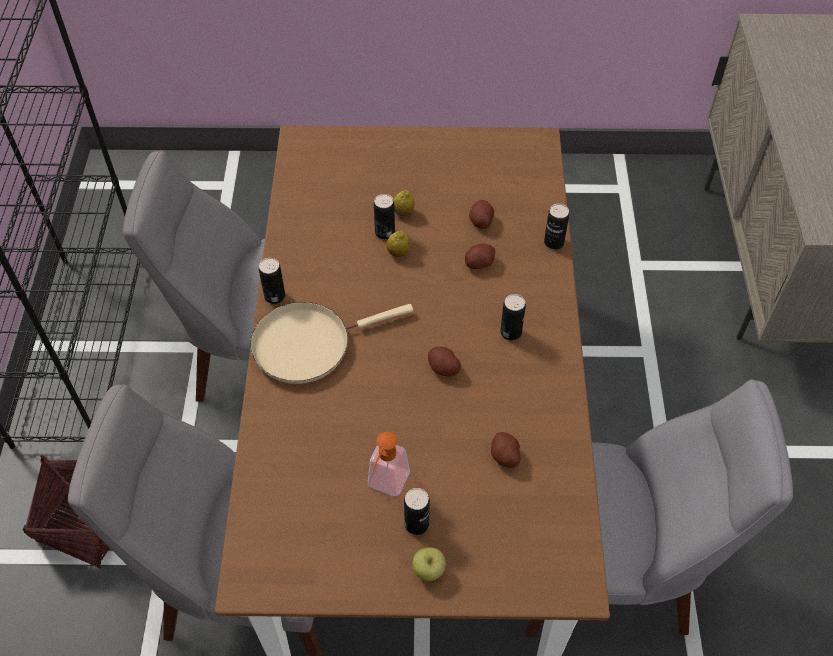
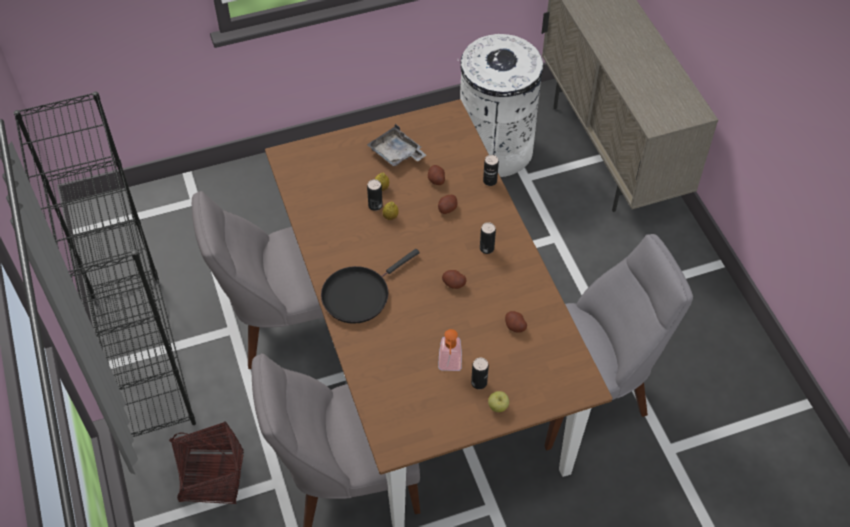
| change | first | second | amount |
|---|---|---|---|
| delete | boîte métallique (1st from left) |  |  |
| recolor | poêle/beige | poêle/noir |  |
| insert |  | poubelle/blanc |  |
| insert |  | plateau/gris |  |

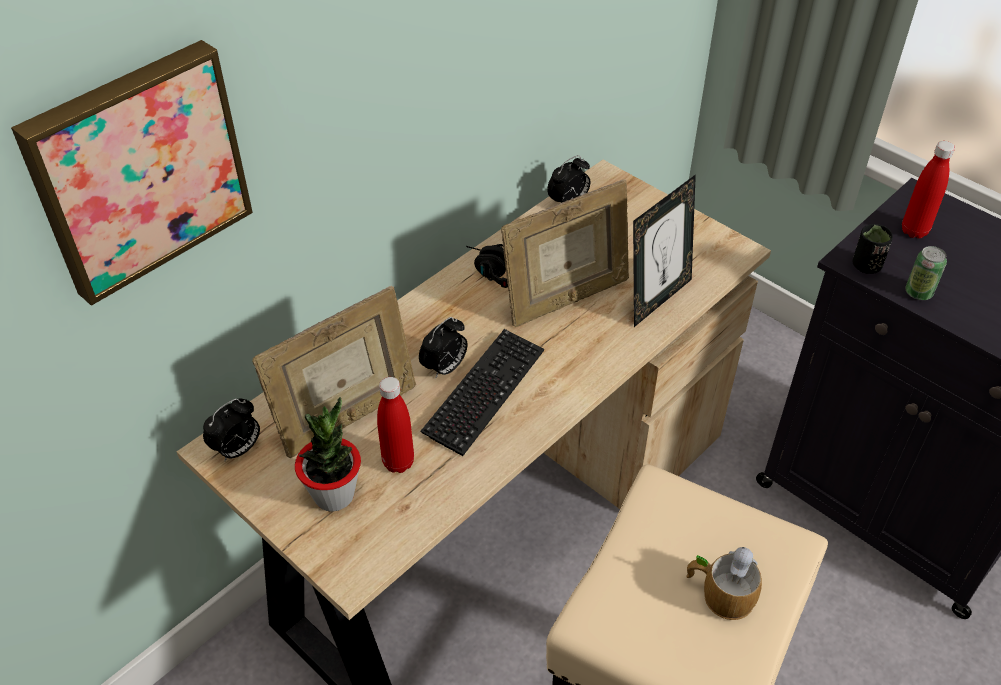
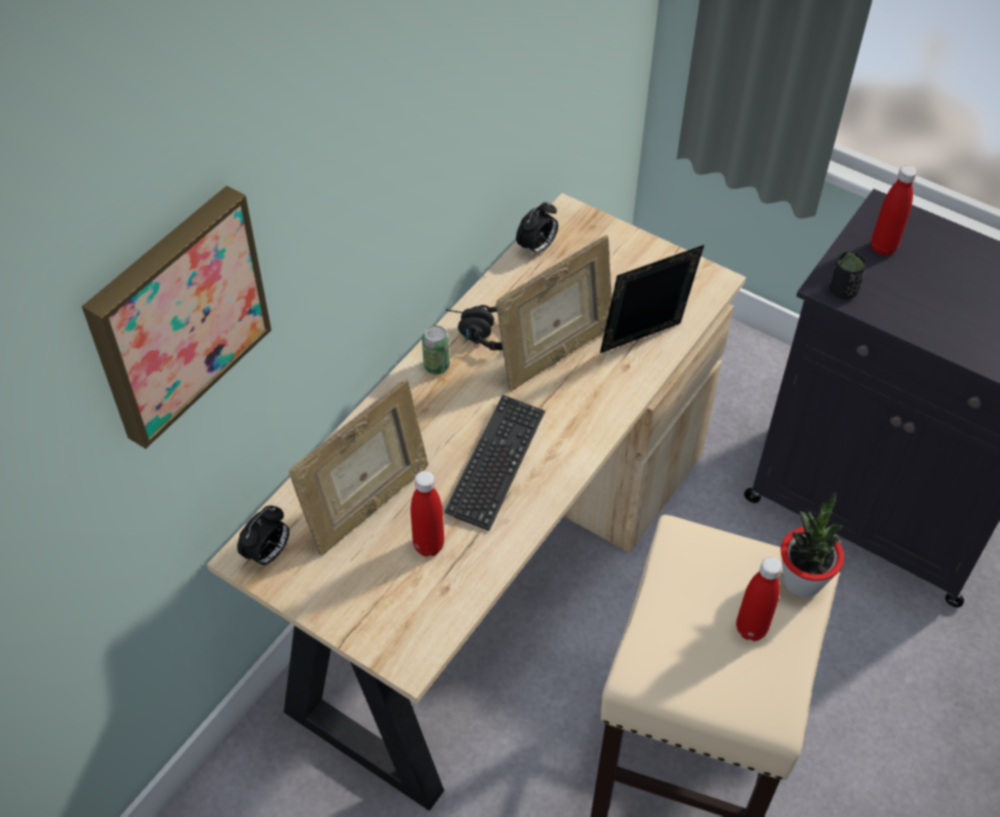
| change | first | second | amount |
|---|---|---|---|
| rotate | cadre photo (3rd from left) |  | 150 degrees counterclockwise |
| move | boîte métallique |  |  |
| delete | réveil (2nd from left) |  |  |
| move | plante en pot |  |  |
| replace | mug | bouteille/rouge (2nd from left) |  |

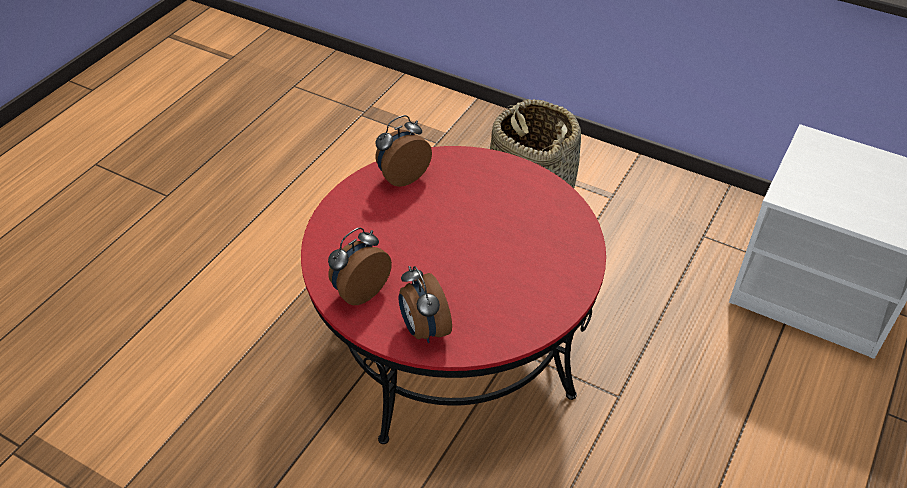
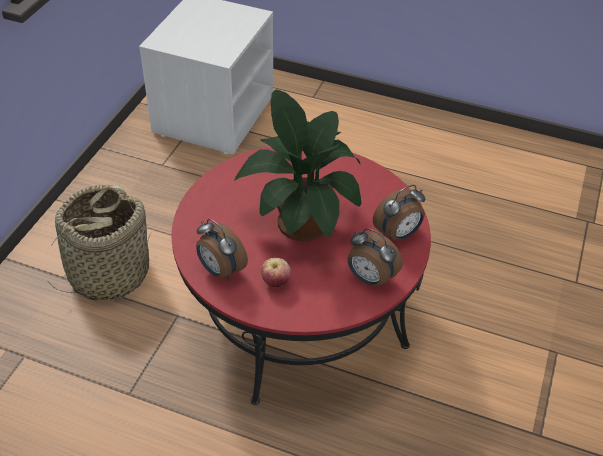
| change | first | second | amount |
|---|---|---|---|
| insert |  | plante en pot |  |
| insert |  | pomme |  |

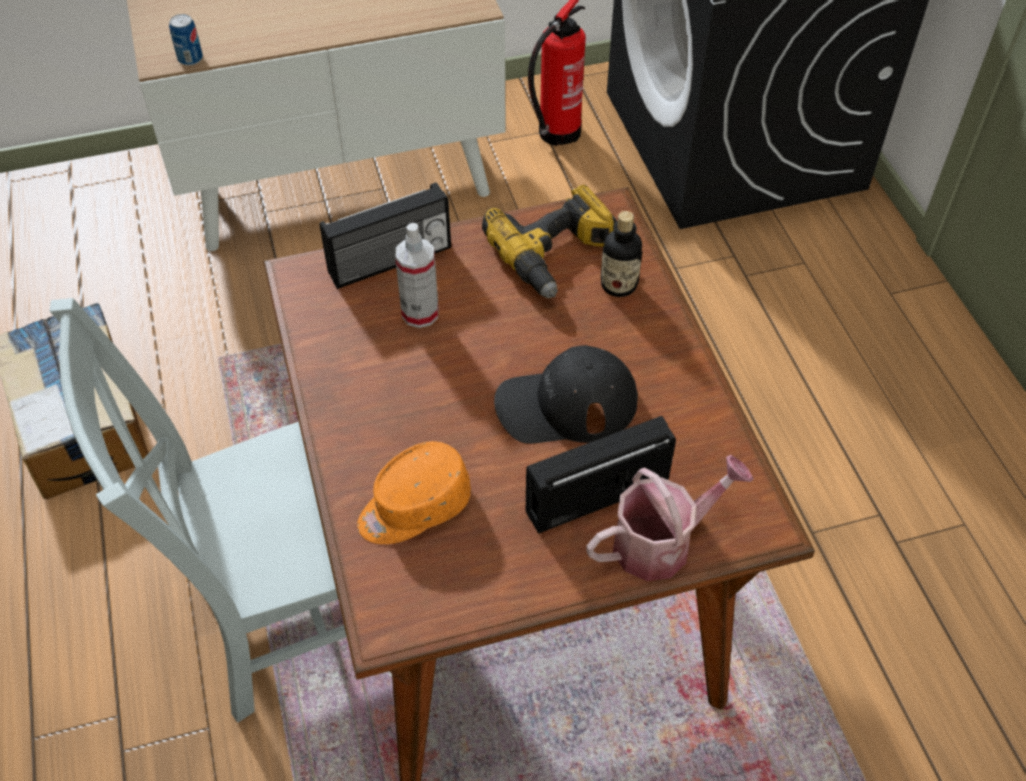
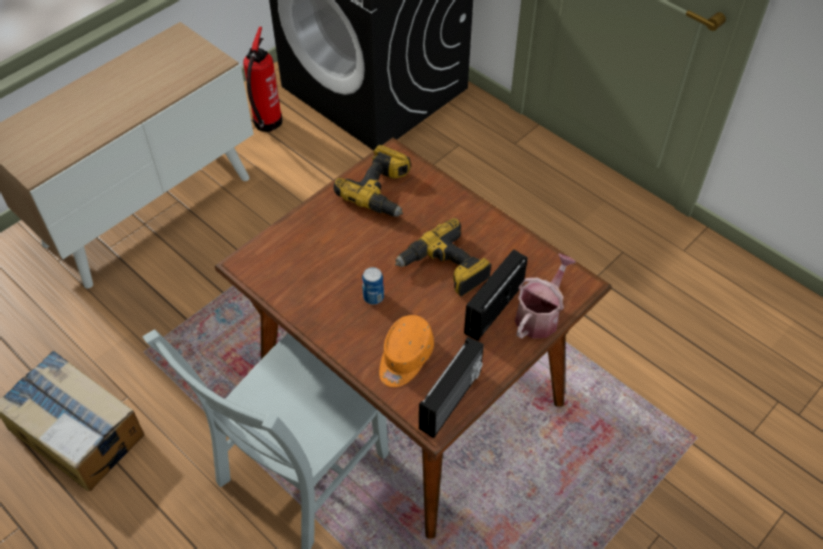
| change | first | second | amount |
|---|---|---|---|
| move | boîte métallique |  |  |
| move | radio (1st from left) |  |  |
| delete | bouteille |  |  |
| delete | vaporisateur |  |  |
| replace | casquette/noir | perceuse (2nd from left) |  |

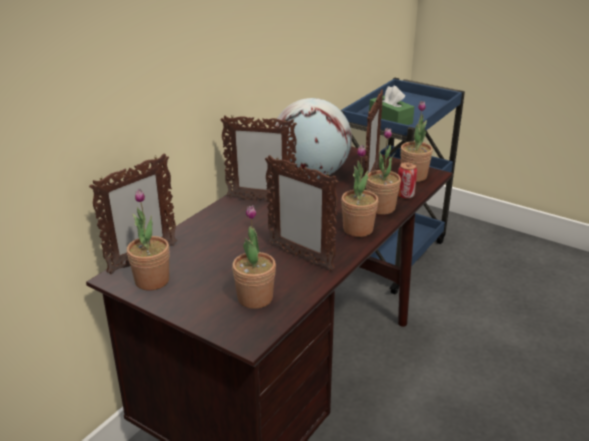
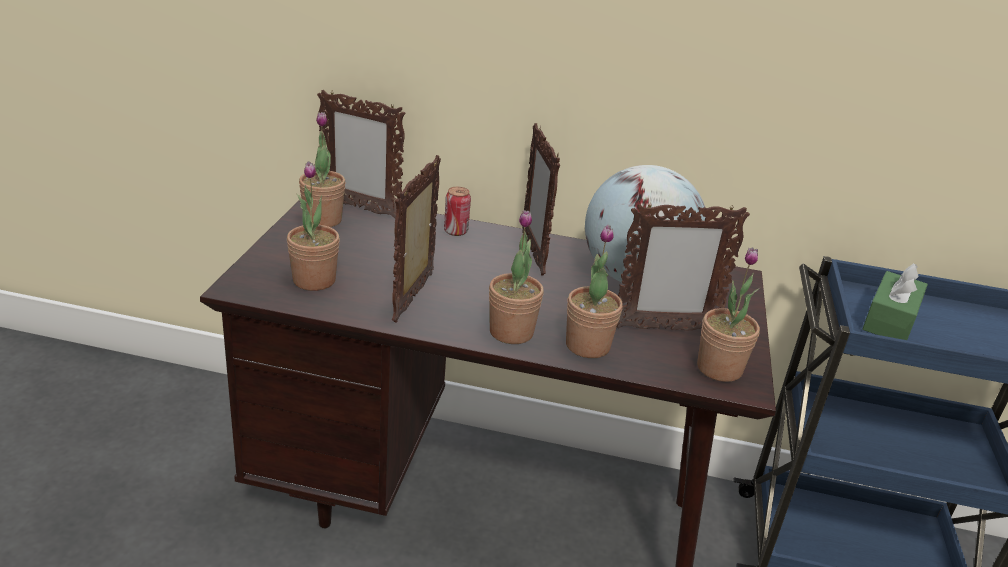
| change | first | second | amount |
|---|---|---|---|
| move | boîte métallique |  |  |

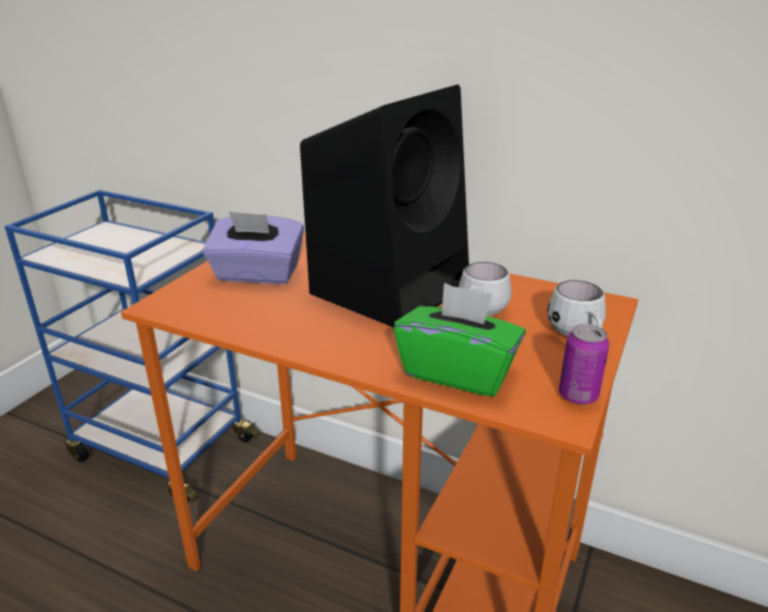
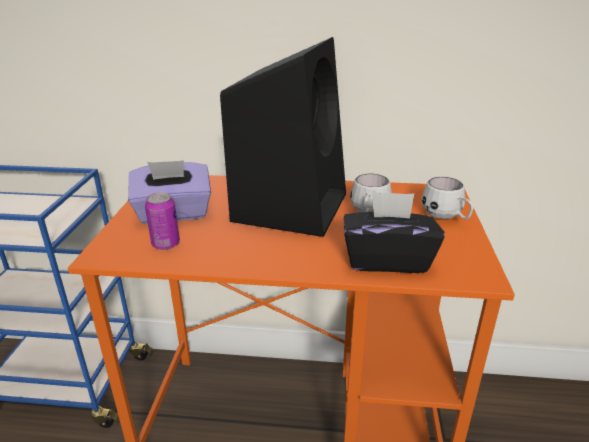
| change | first | second | amount |
|---|---|---|---|
| recolor | boîte à mouchoirs/vert | boîte à mouchoirs/noir |  |
| move | boîte métallique |  |  |

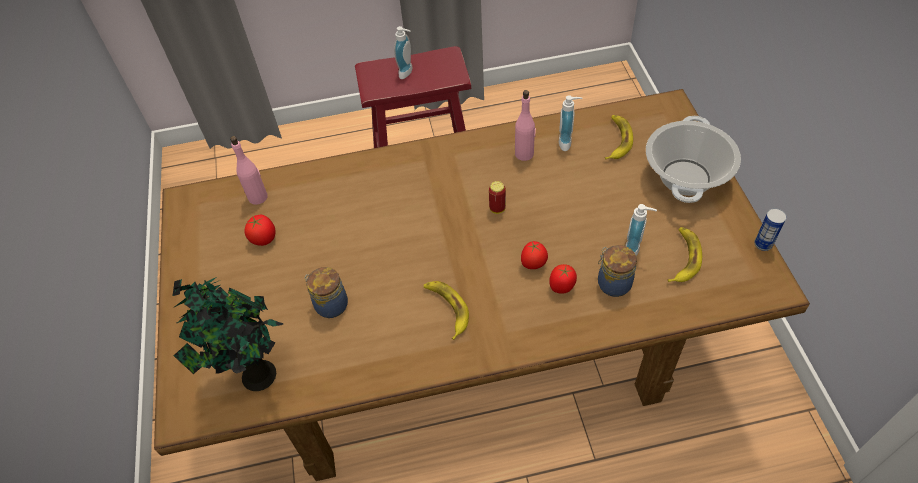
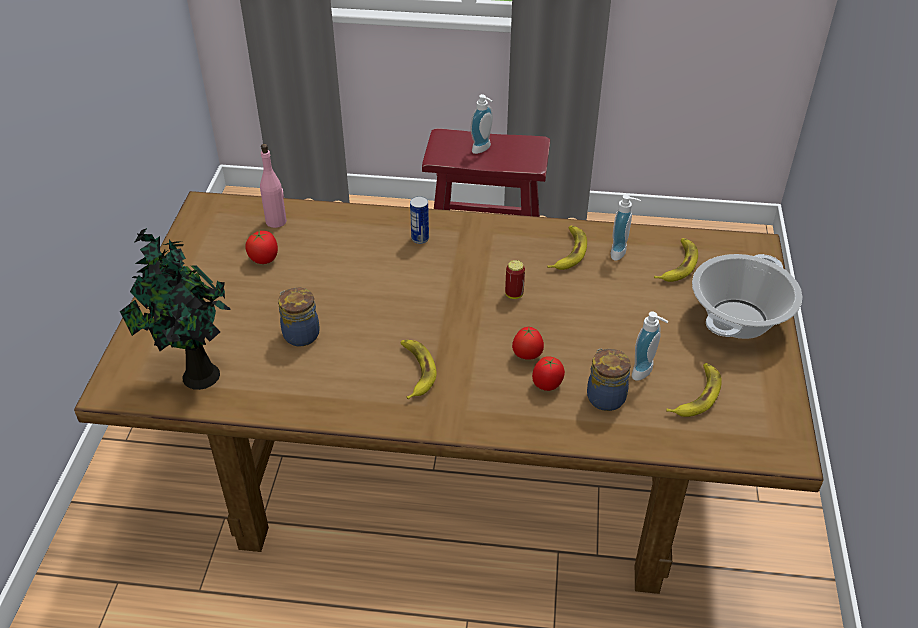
| change | first | second | amount |
|---|---|---|---|
| replace | bouteille/rose (2nd from left) | banane (2nd from left) |  |
| move | boîte métallique (2nd from left in the first image) | boîte métallique (1st from left) |  |

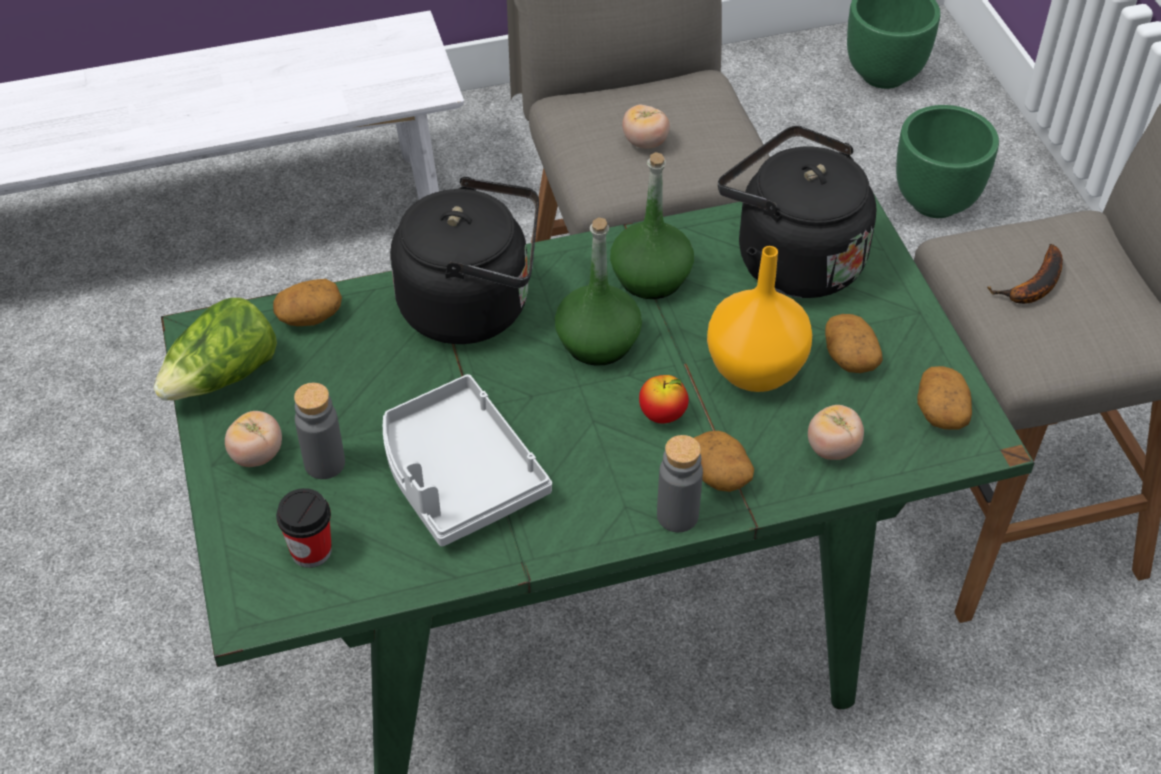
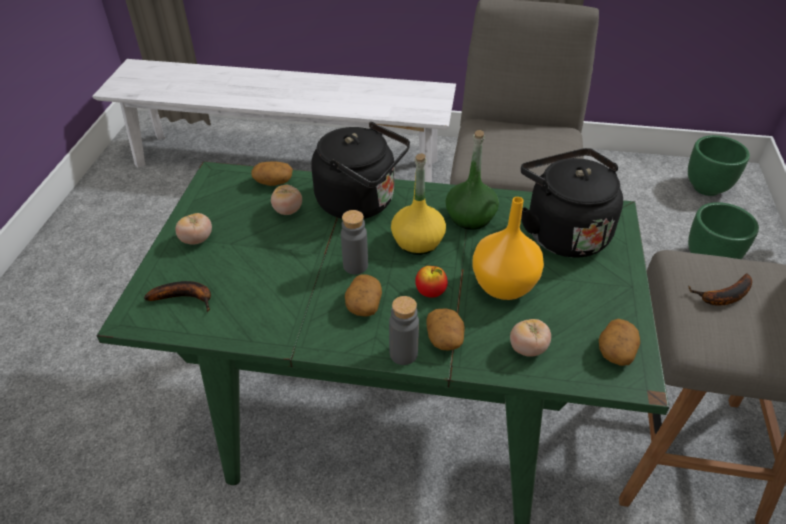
| change | first | second | amount |
|---|---|---|---|
| move | tomate (2nd from left) |  |  |
| recolor | bouteille/vert (1st from left) | bouteille/jaune |  |
| delete | laitue |  |  |
| move | pomme de terre (3rd from left in the first image) | pomme de terre (2nd from left) |  |
| delete | plateau/gris |  |  |
| move | bouteille/gris (1st from left) |  |  |
| replace | tasse | banane (1st from left) |  |

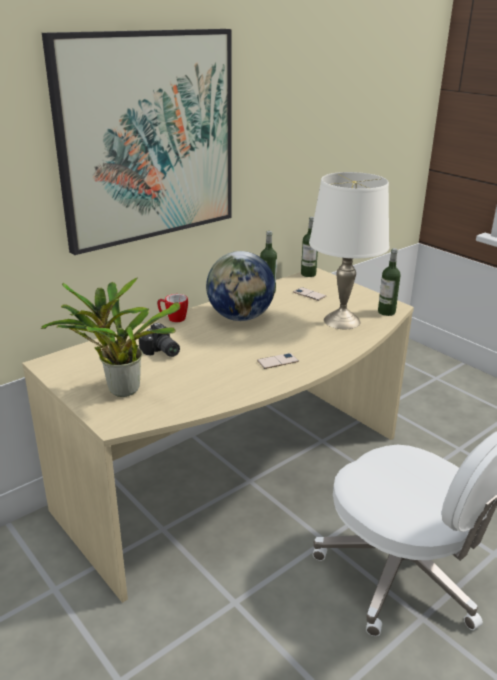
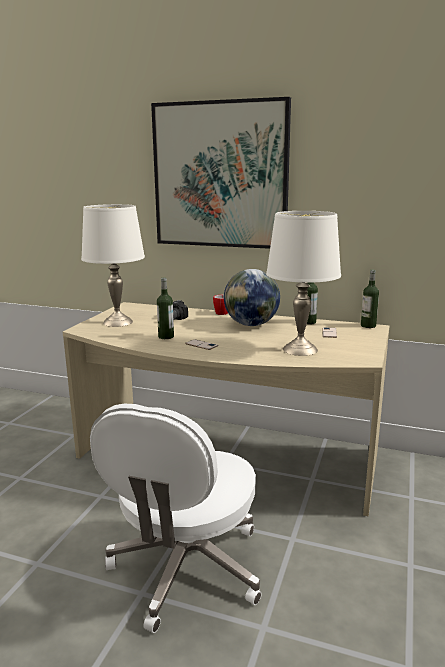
| change | first | second | amount |
|---|---|---|---|
| move | bouteille (3rd from left in the first image) | bouteille (1st from left) |  |
| replace | plante en pot | lampe de table/blanc (1st from left) |  |

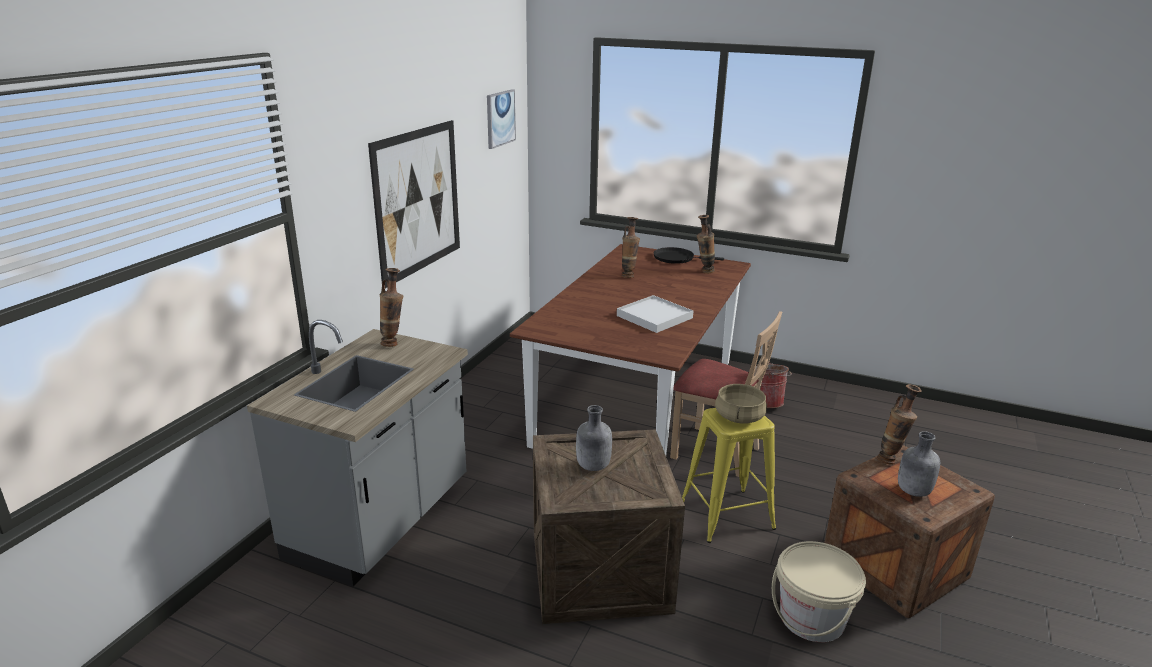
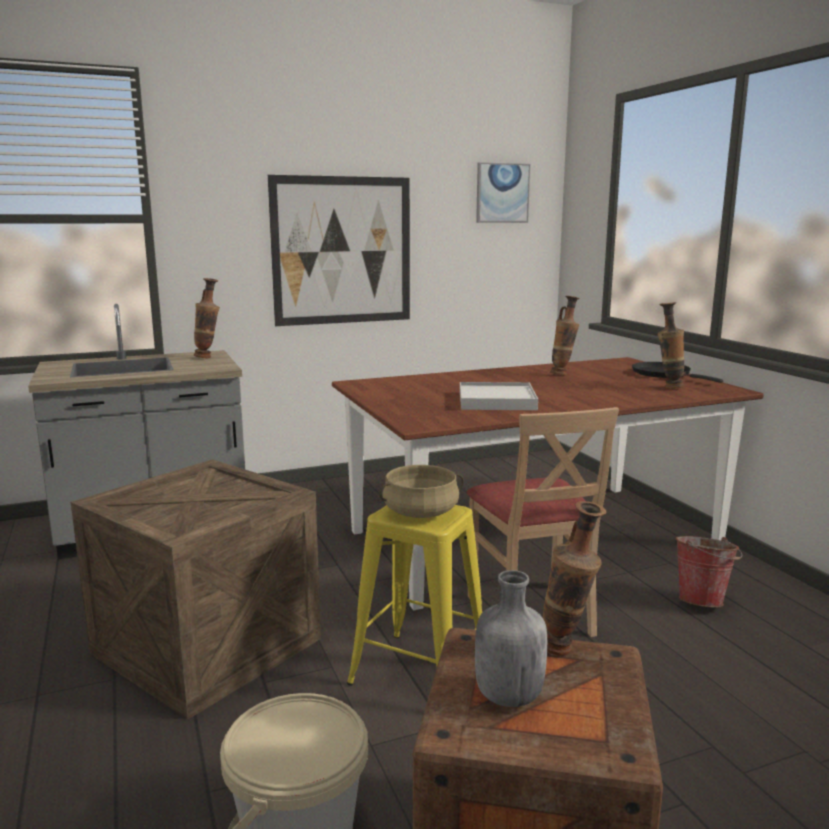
| change | first | second | amount |
|---|---|---|---|
| delete | bouteille/gris (1st from left) |  |  |

